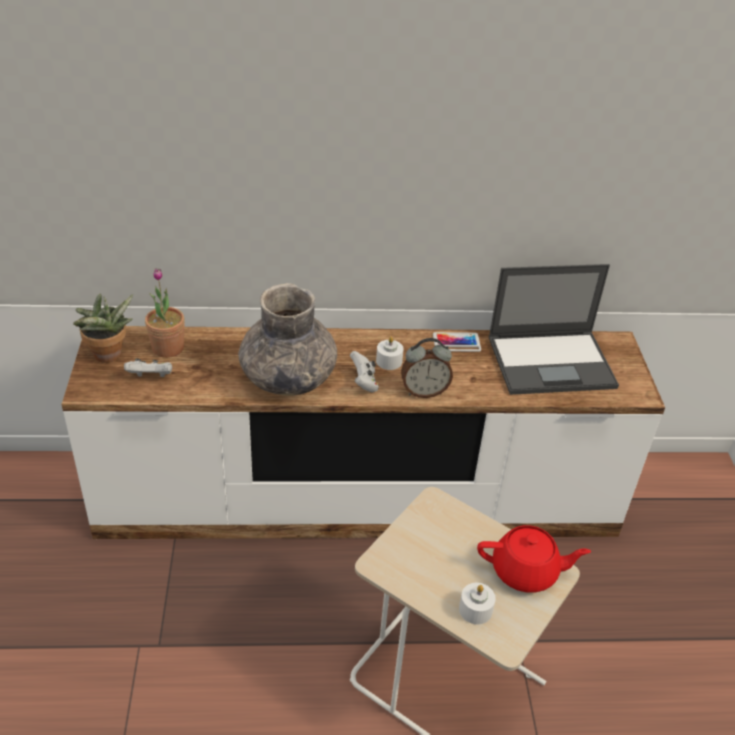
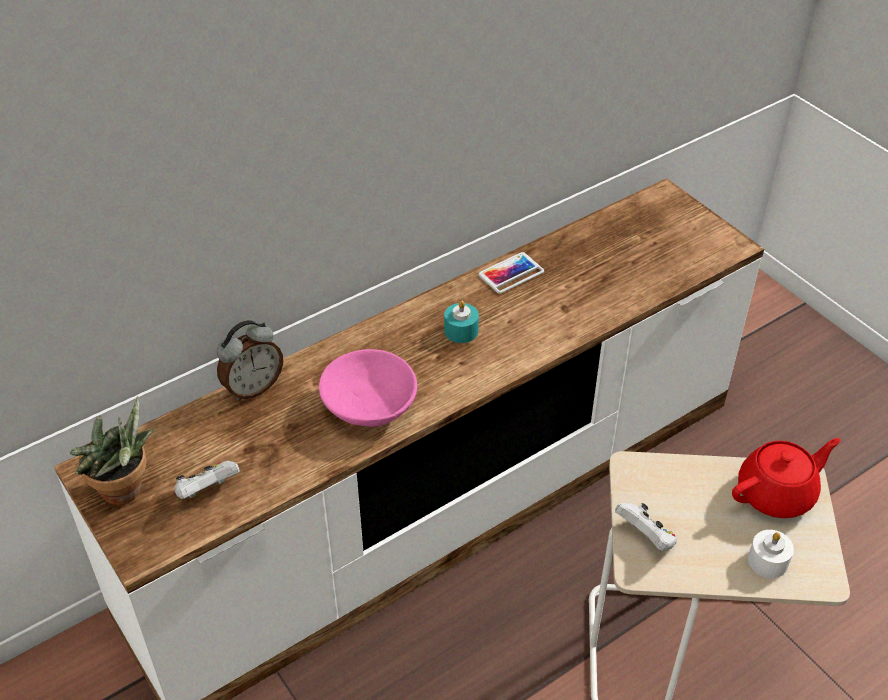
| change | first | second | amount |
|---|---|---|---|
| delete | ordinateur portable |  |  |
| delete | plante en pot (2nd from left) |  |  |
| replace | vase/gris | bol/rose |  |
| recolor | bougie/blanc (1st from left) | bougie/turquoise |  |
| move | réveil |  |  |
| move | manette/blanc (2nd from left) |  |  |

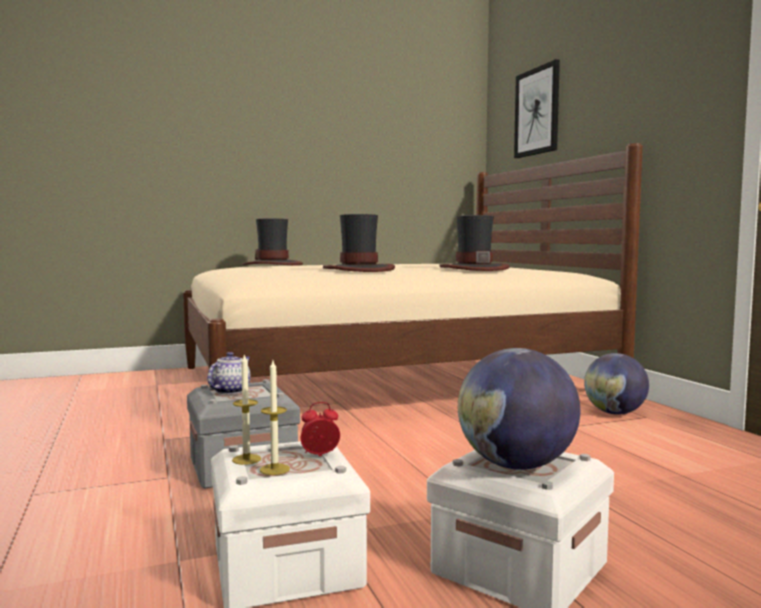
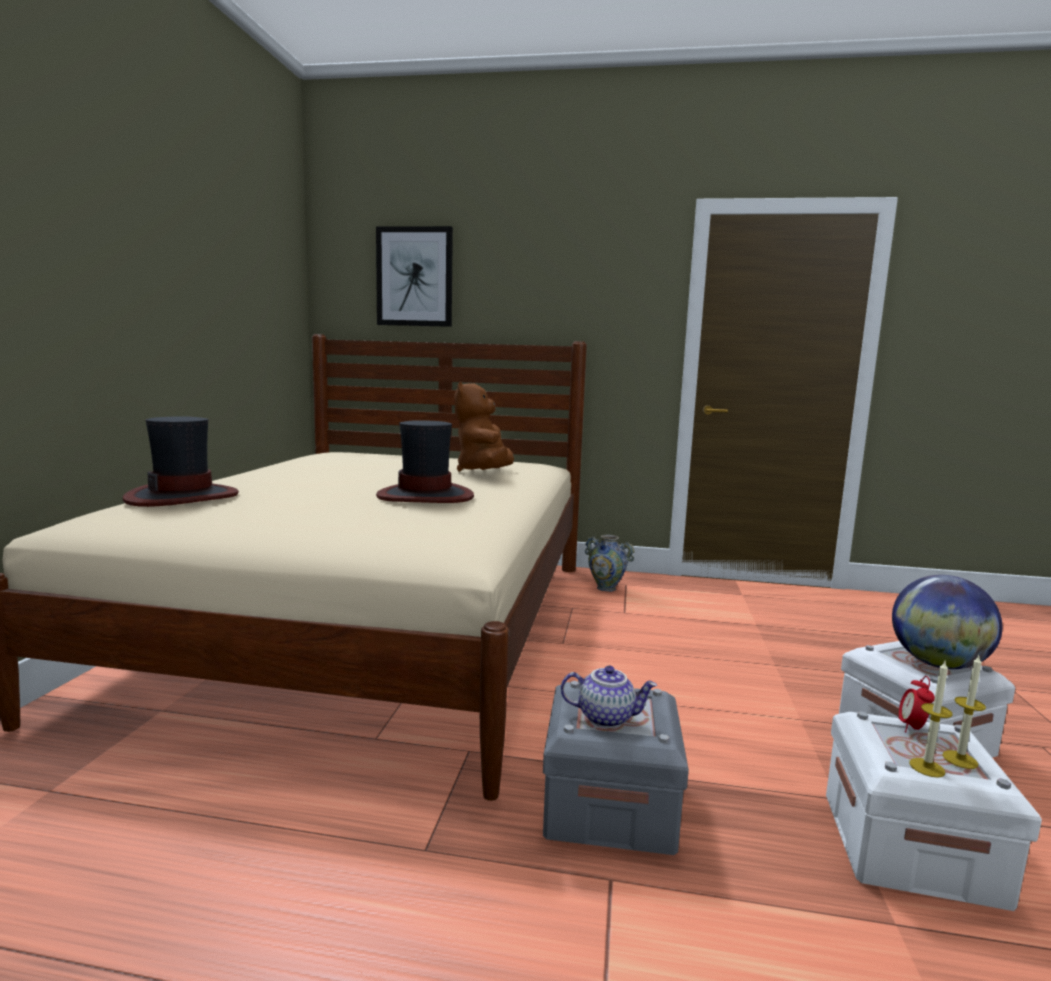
| change | first | second | amount |
|---|---|---|---|
| replace | chapeau (3rd from left) | peluche/marron |  |
| rotate | théière |  | 135 degrees clockwise |
| replace | globe (2nd from left) | vase |  |

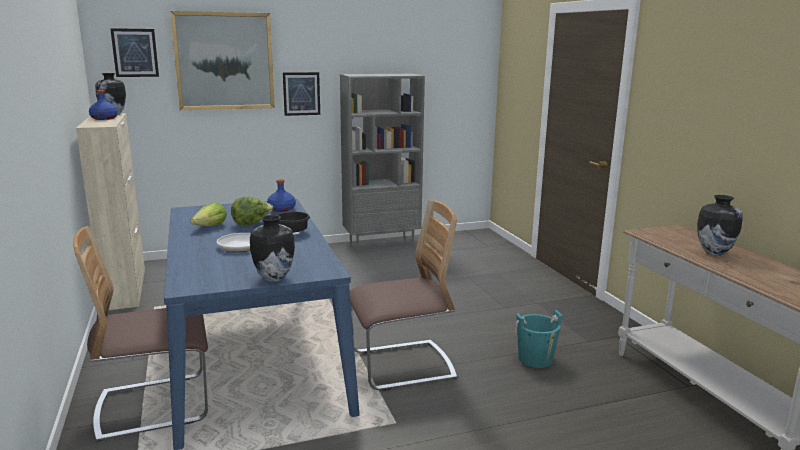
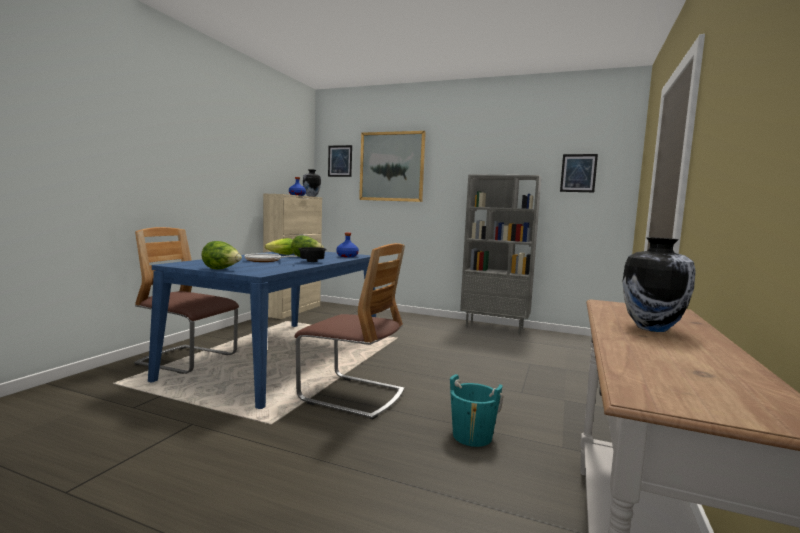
| change | first | second | amount |
|---|---|---|---|
| move | tableau (3rd from left) |  |  |
| replace | vase (2nd from left) | laitue (1st from left) |  |

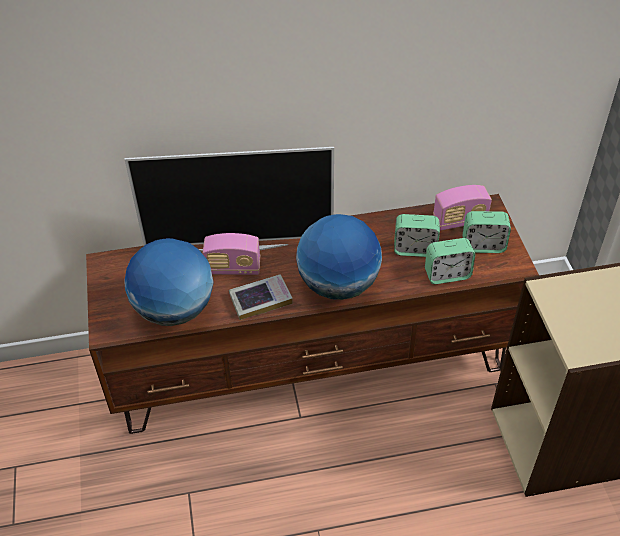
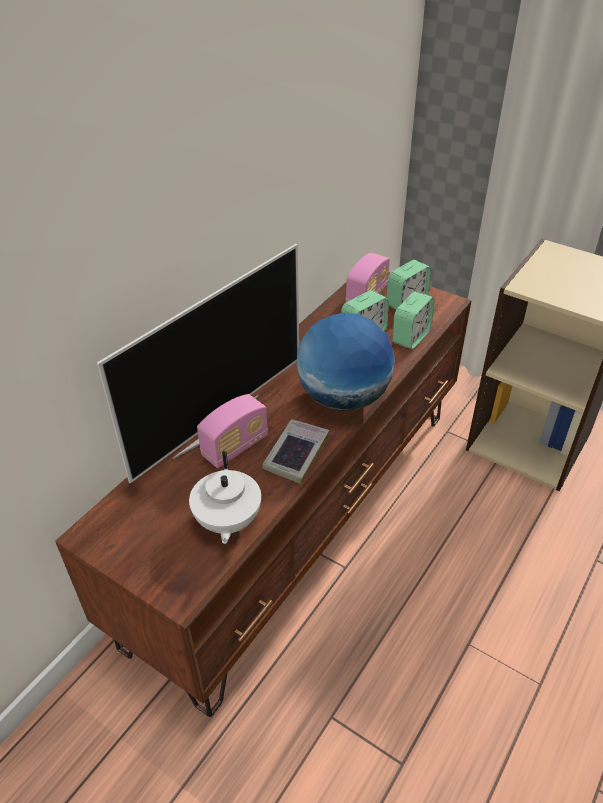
| change | first | second | amount |
|---|---|---|---|
| replace | globe (1st from left) | théière/blanc |  |

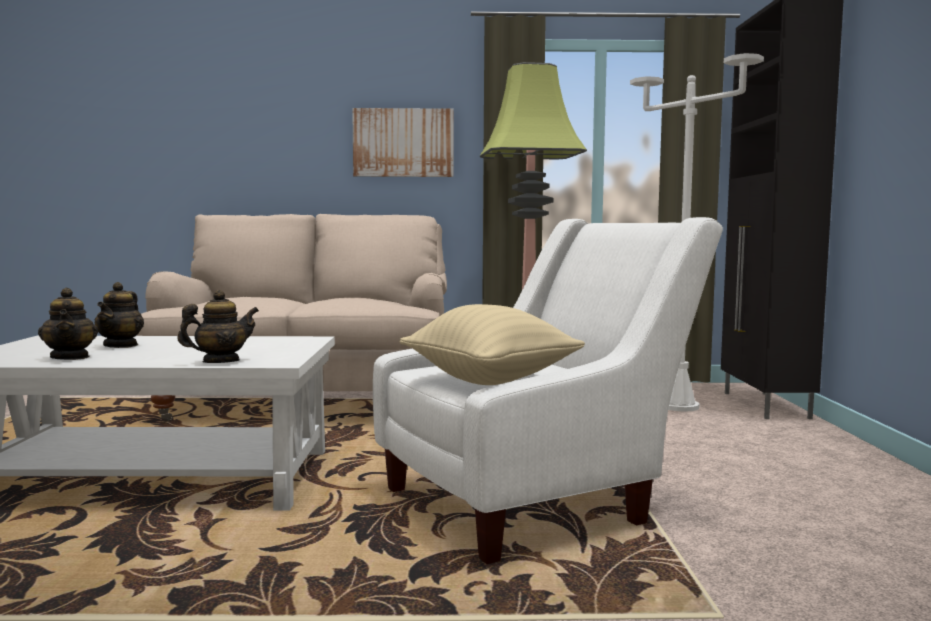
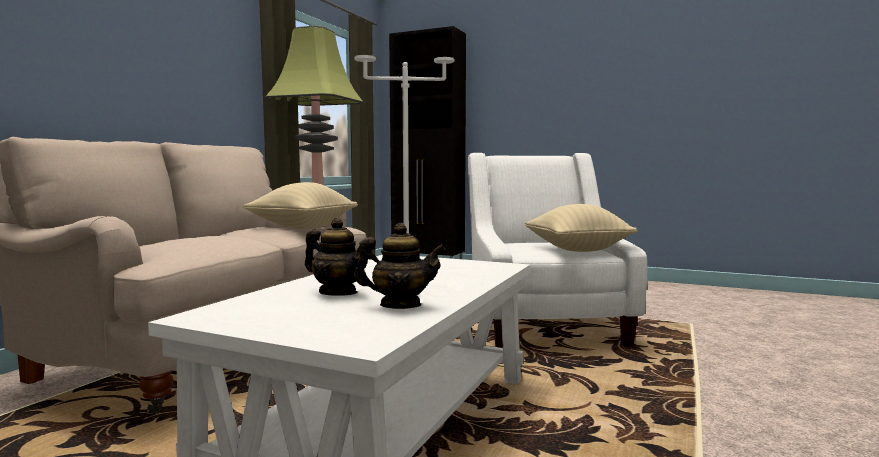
| change | first | second | amount |
|---|---|---|---|
| delete | tableau |  |  |
| delete | théière (3rd from left) |  |  |
| insert |  | coussin/beige (1st from left) |  |

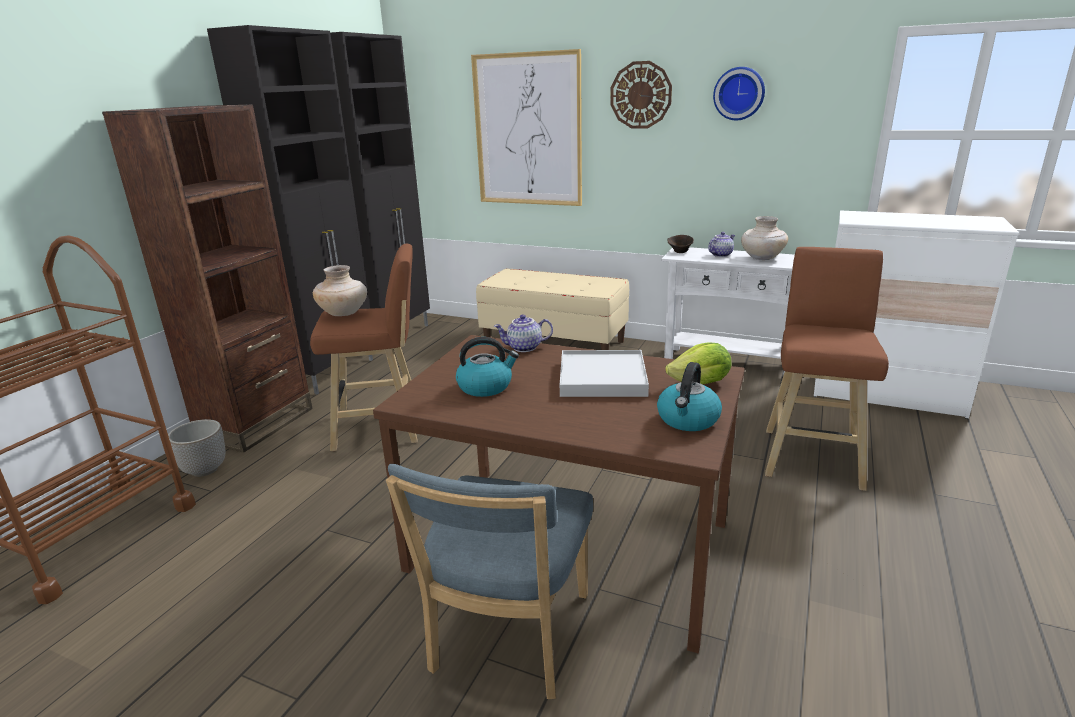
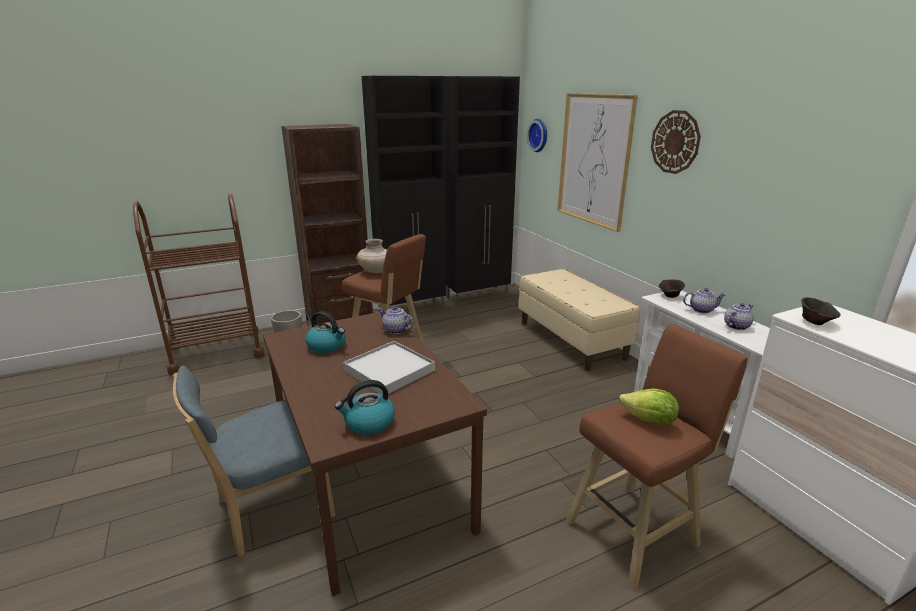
| change | first | second | amount |
|---|---|---|---|
| move | horloge murale (2nd from left in the first image) | horloge murale (1st from left) |  |
| replace | vase/beige (2nd from left) | théière (3rd from left) |  |
| move | laitue |  |  |
| insert |  | bol/marron (2nd from left) |  |

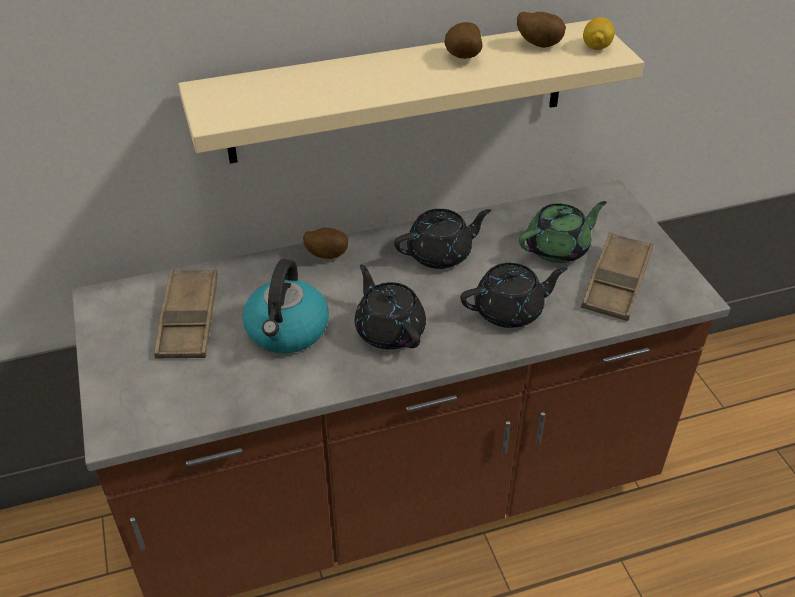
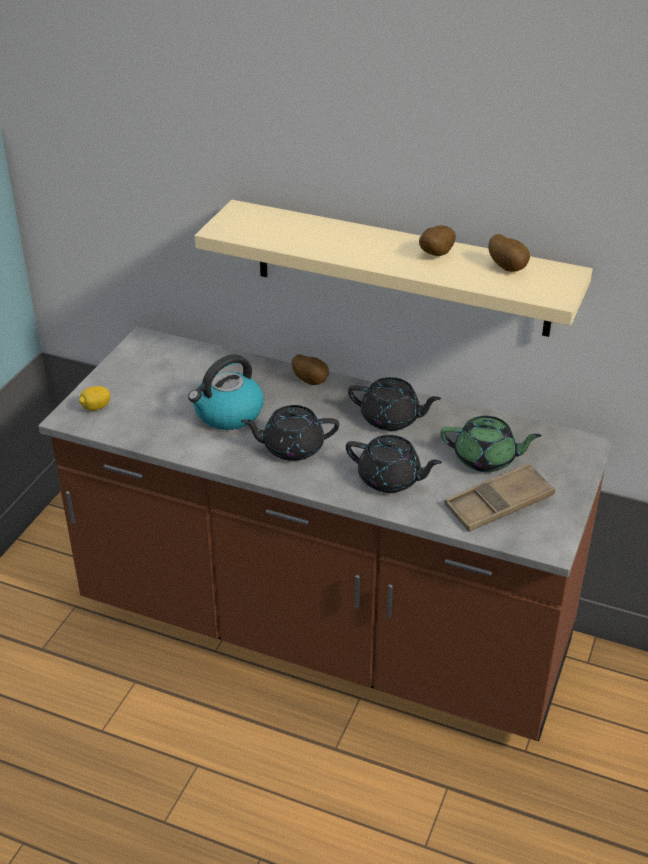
| change | first | second | amount |
|---|---|---|---|
| move | citron |  |  |
| rotate | théière/noir (1st from left) |  | 105 degrees counterclockwise |
| delete | plateau/marron (1st from left) |  |  |

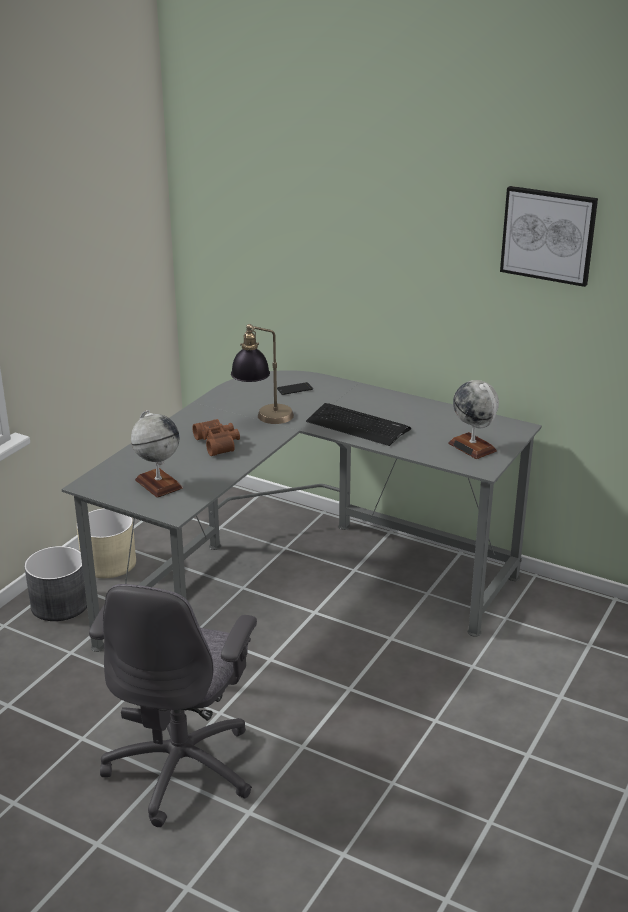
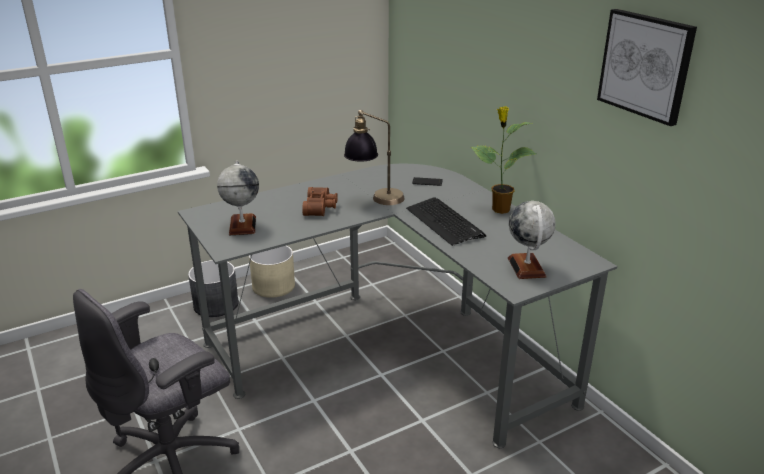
| change | first | second | amount |
|---|---|---|---|
| insert |  | plante en pot |  |

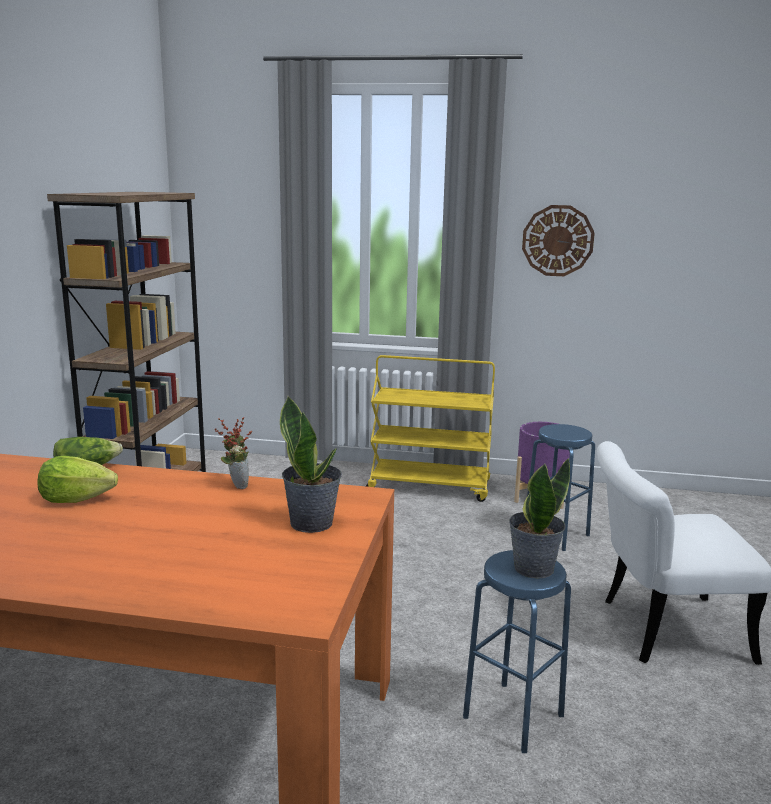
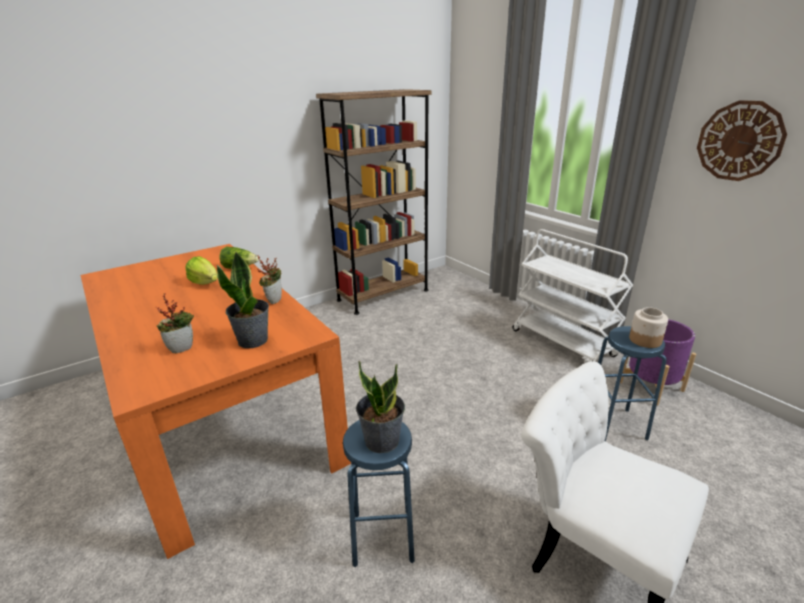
| change | first | second | amount |
|---|---|---|---|
| recolor | chariot/jaune | chariot/blanc |  |
| insert |  | plante en pot (1st from left) |  |
| insert |  | bocal |  |

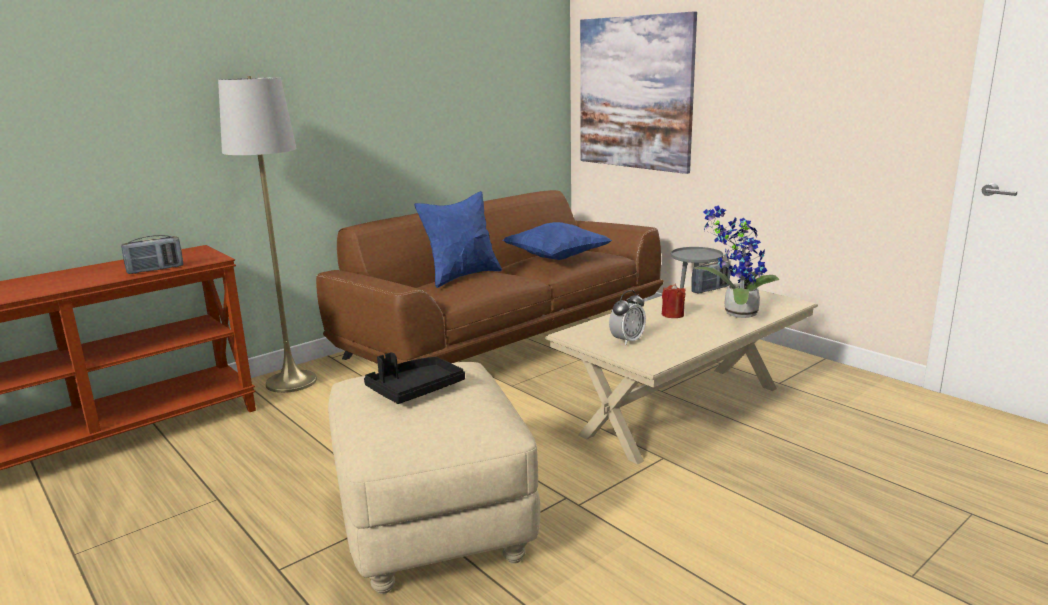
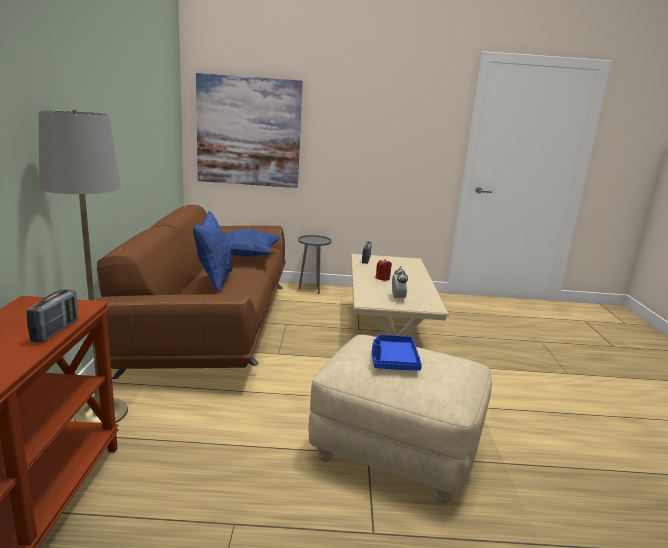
| change | first | second | amount |
|---|---|---|---|
| delete | plante en pot |  |  |
| recolor | plateau/noir | plateau/bleu |  |

